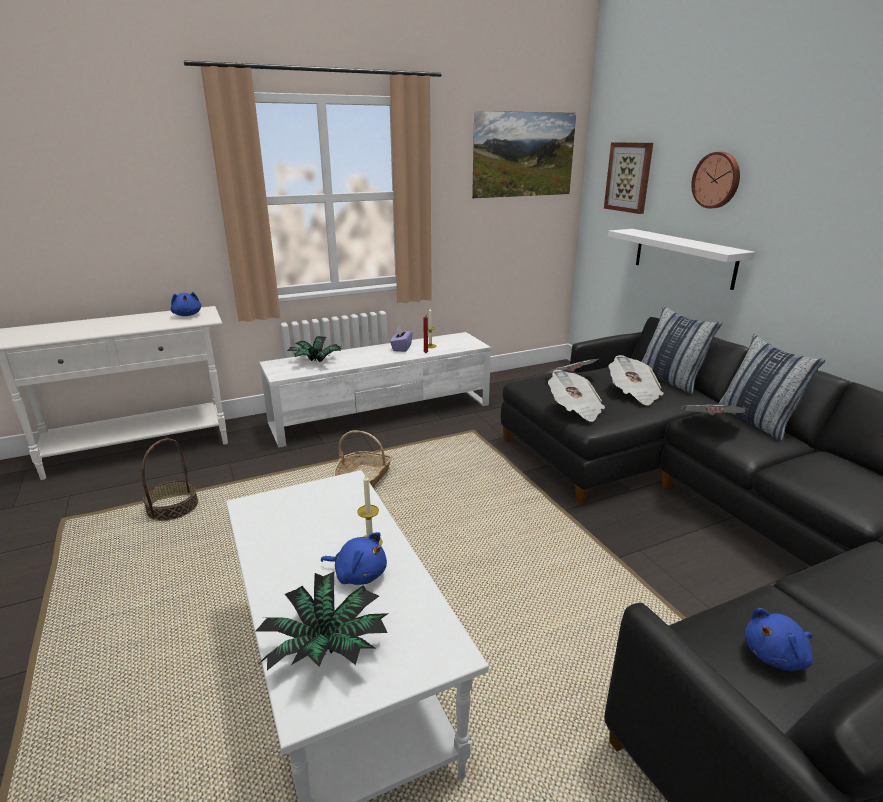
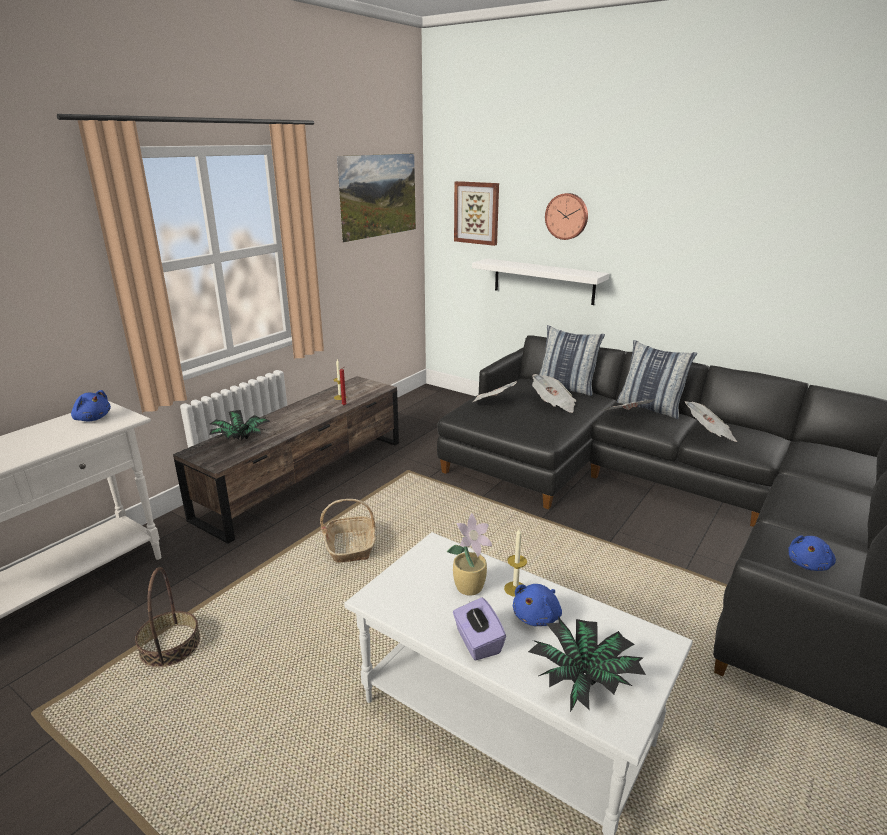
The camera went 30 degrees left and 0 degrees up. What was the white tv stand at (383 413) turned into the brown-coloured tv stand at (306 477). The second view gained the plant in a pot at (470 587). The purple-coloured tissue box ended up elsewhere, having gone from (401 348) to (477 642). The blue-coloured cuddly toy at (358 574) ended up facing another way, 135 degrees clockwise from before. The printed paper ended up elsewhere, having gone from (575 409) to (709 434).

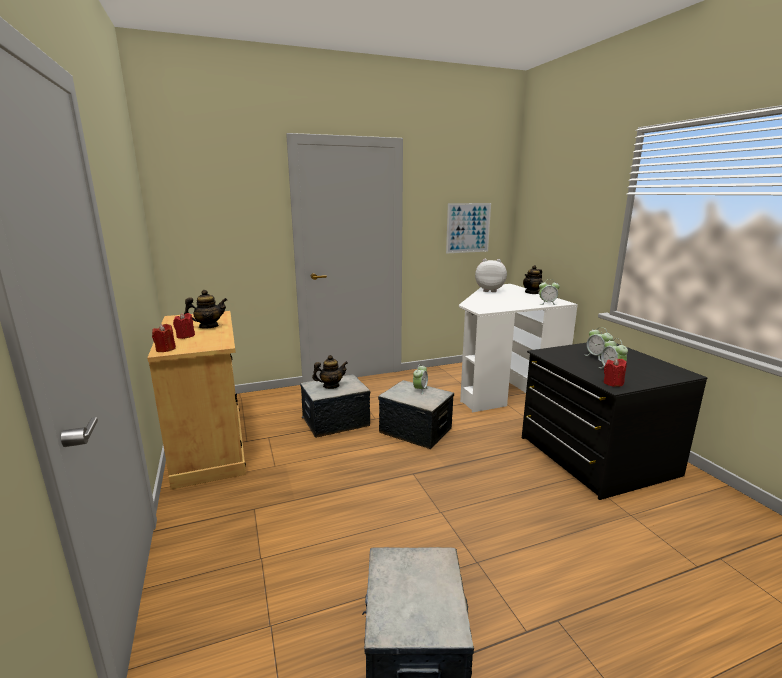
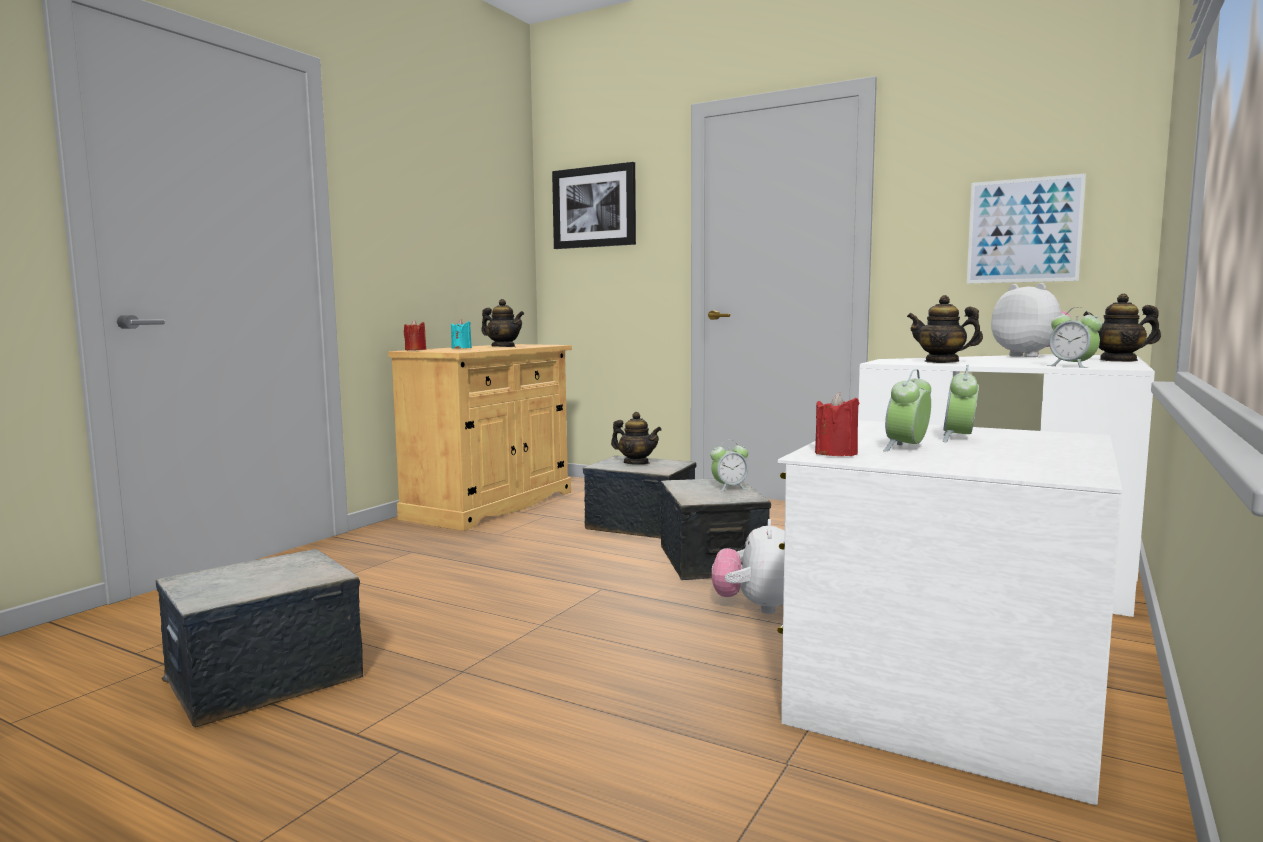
The camera went 50 degrees right and 10 degrees down. What was the red-coloured wax candle at (185 336) turned into the turquoise-coloured wax candle at (461 348). The second view gained the picture at (594 207). The second view gained the cuddly toy at (755 607). What was the blackish drawer chest at (595 456) turned into the white drawer chest at (942 691). The second view gained the teapot at (942 362).

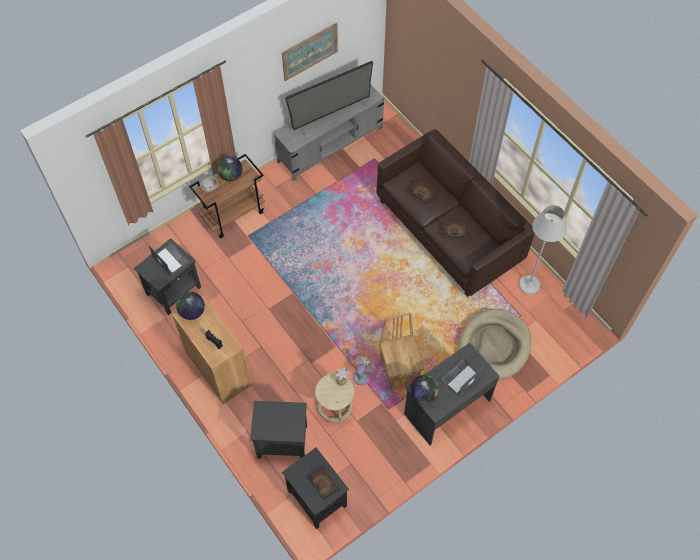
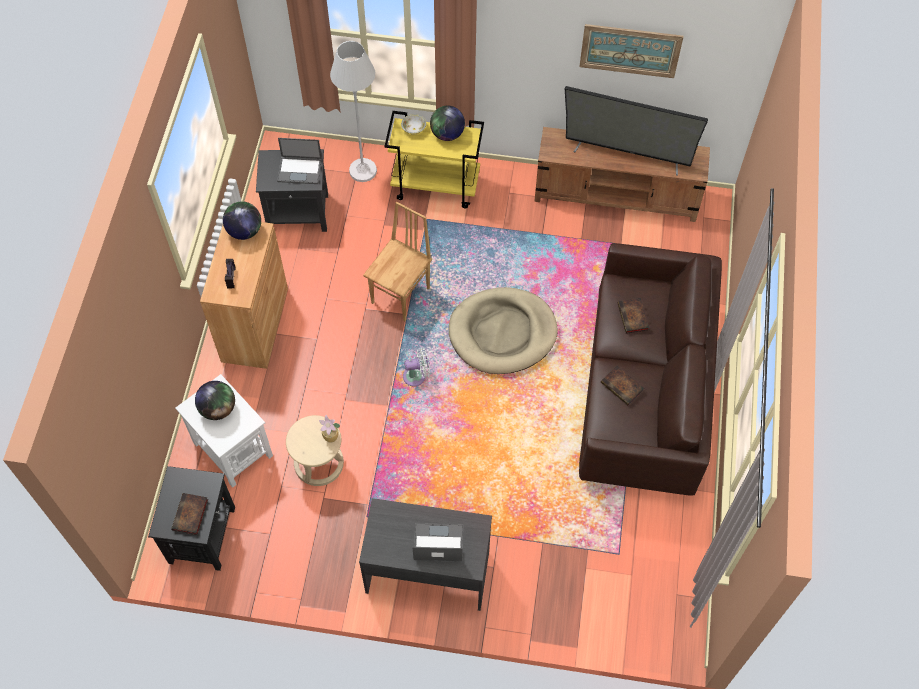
The camera went 45 degrees right and 0 degrees up. What was the blackish end table at (281 441) turned into the white end table at (232 448). The globe ended up elsewhere, having gone from (423 394) to (218 408). The laptop at (170 259) ended up facing another way, 90 degrees clockwise from before. The white floor lamp ended up elsewhere, having gone from (529 285) to (363 170). The brown-coloured plain chair ended up elsewhere, having gone from (399 371) to (401 295). What was the brown-coloured wheeled cart at (233 214) turned into the yellow-coloured wheeled cart at (436 186). The white cooling fan ended up elsewhere, having gone from (362 376) to (416 376). The beige-coloured pet bed ended up elsewhere, having gone from (494 345) to (502 333). What was the greyish tv stand at (330 144) turned into the brown-coloured tv stand at (617 195).

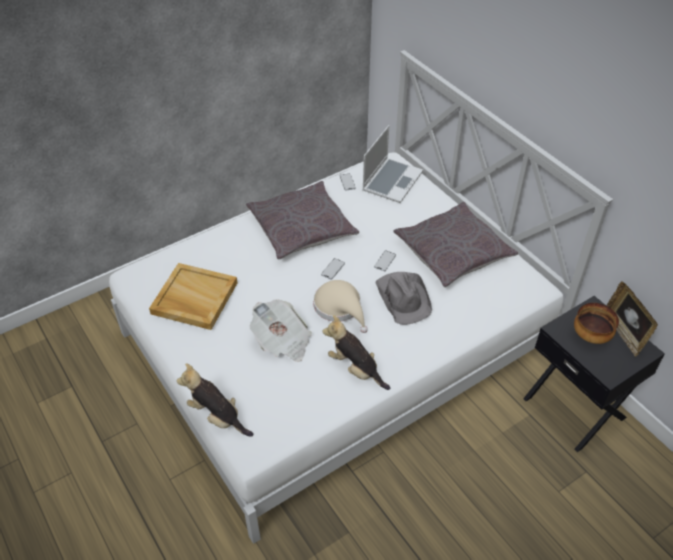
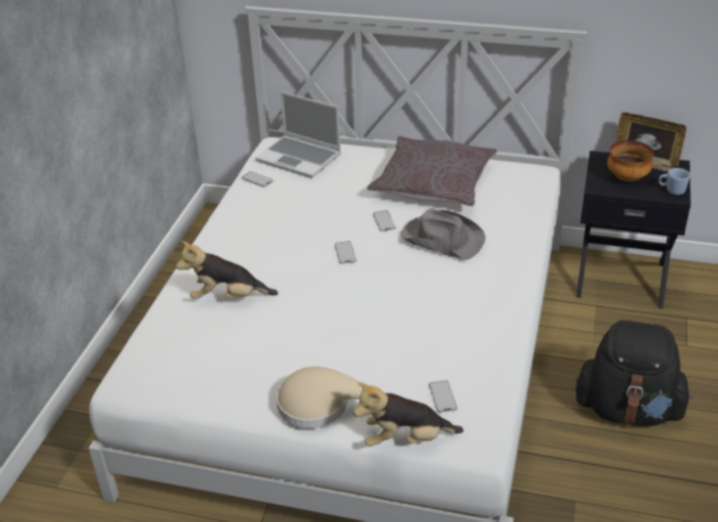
The camera went 40 degrees left and 10 degrees down. The cuddly toy ended up elsewhere, having gone from (355 369) to (228 297). The laptop at (392 181) ended up facing another way, 135 degrees clockwise from before. The beige-coloured clothing hat ended up elsewhere, having gone from (340 307) to (319 405). The second view gained the handset at (442 397). The second view gained the blackish knapsack at (628 410). The second view gained the blue-coloured coffee mug at (671 191). The second view lost the beige-coloured carrying tray at (194 298). The second view lost the greyish throw pillow at (301 228). The second view lost the printed paper at (282 341).

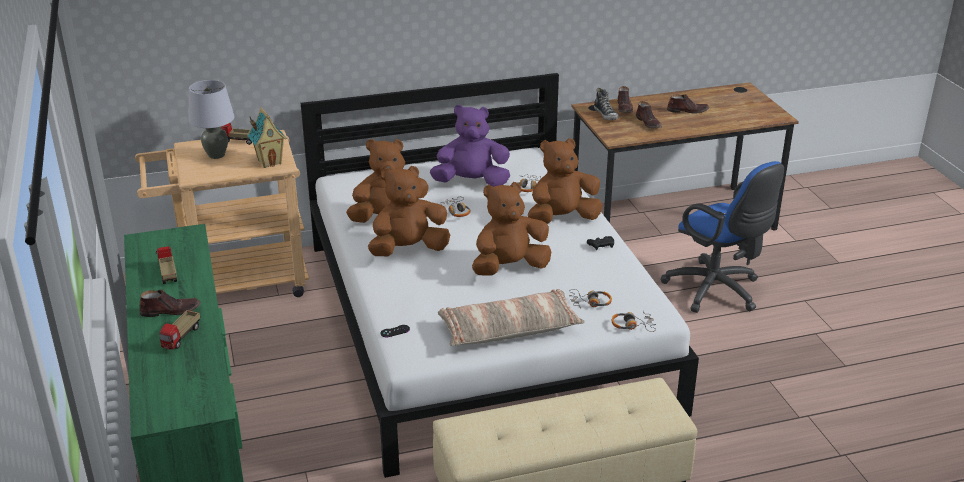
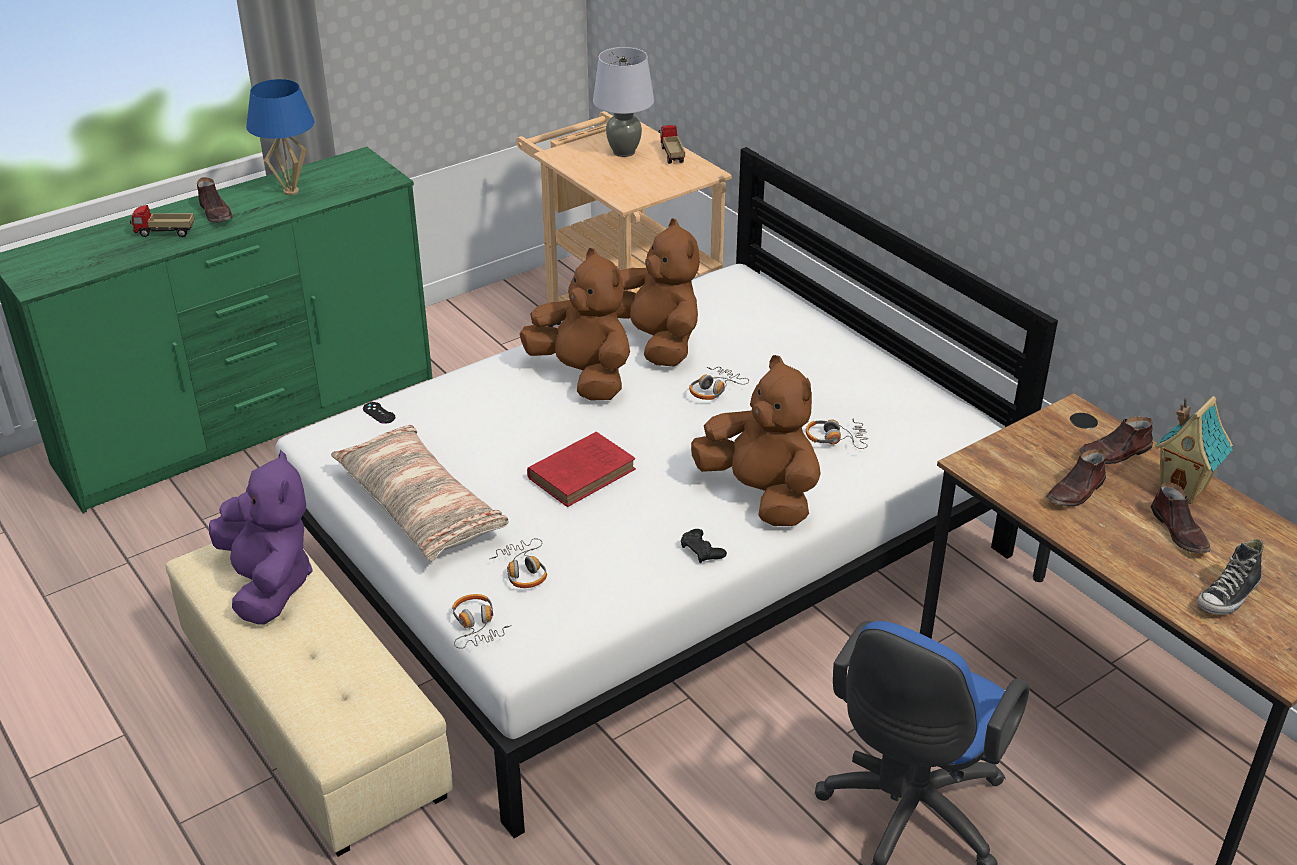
The camera went 70 degrees right and 5 degrees up. The purple-coloured cuddly toy ended up elsewhere, having gone from (471 182) to (268 585). Where the toy lorry stood at (167 274), the blue-coloured lamp for a table came to stand at (291 191). Where the brown-coloured cuddly toy stood at (509 268), the red-coloured volume came to stand at (584 473). The model house ended up elsewhere, having gone from (270 162) to (1183 489). The item of footwear ended up elsewhere, having gone from (606 115) to (1228 596).

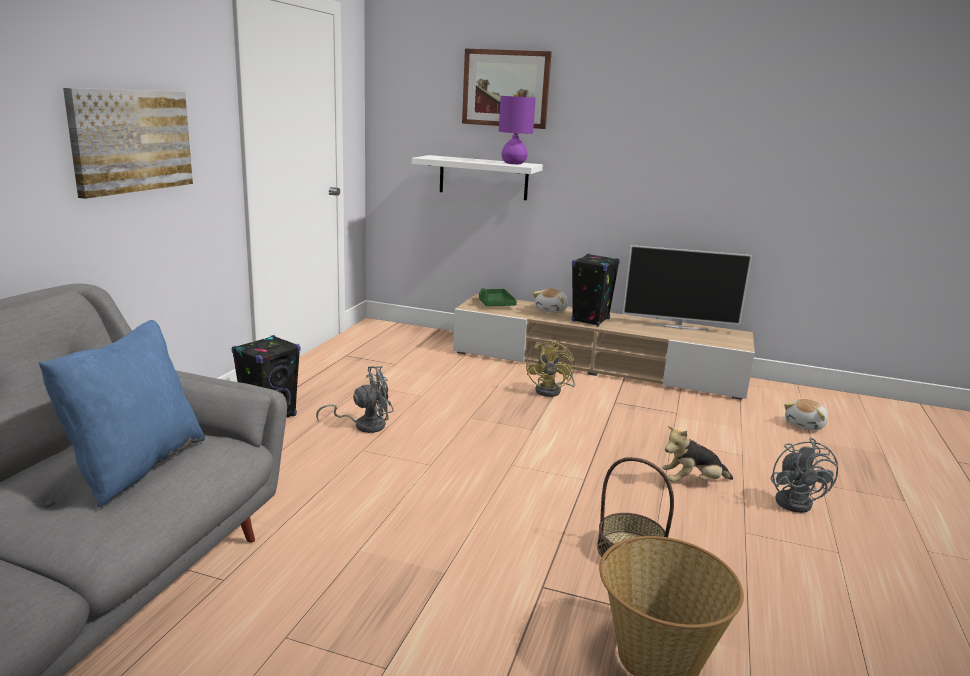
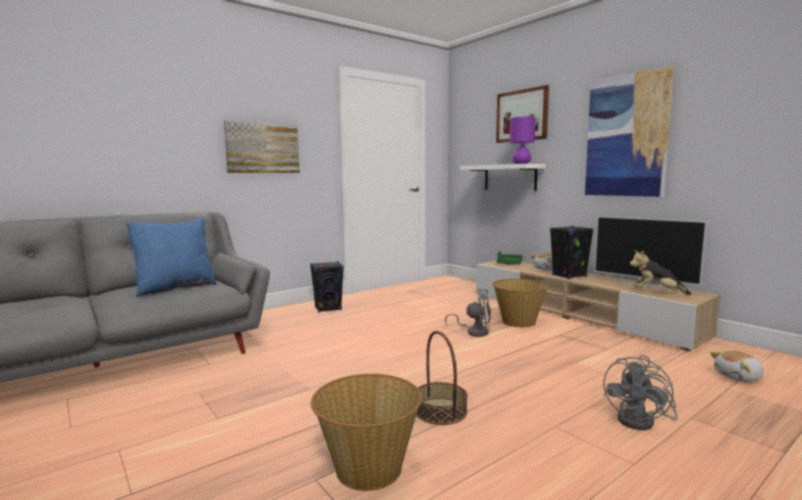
The camera went 35 degrees right and 10 degrees down. The greyish cooling fan ended up elsewhere, having gone from (364 425) to (474 332). Where the yellow-coloured cooling fan stood at (552 391), the household basket came to stand at (519 322). The second view gained the picture at (627 136). The cuddly toy ended up elsewhere, having gone from (692 482) to (656 292).

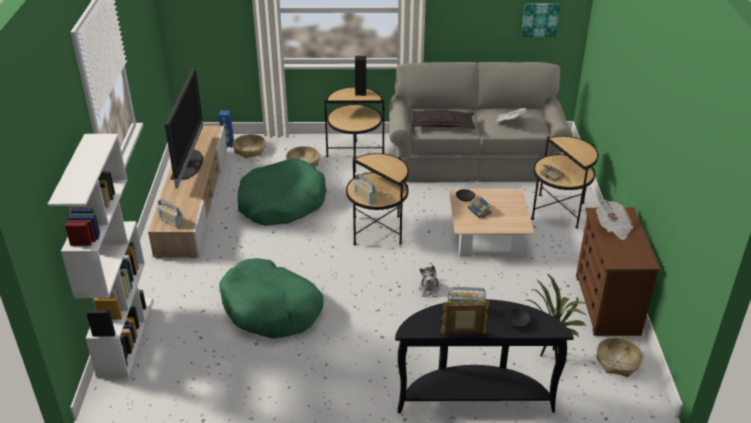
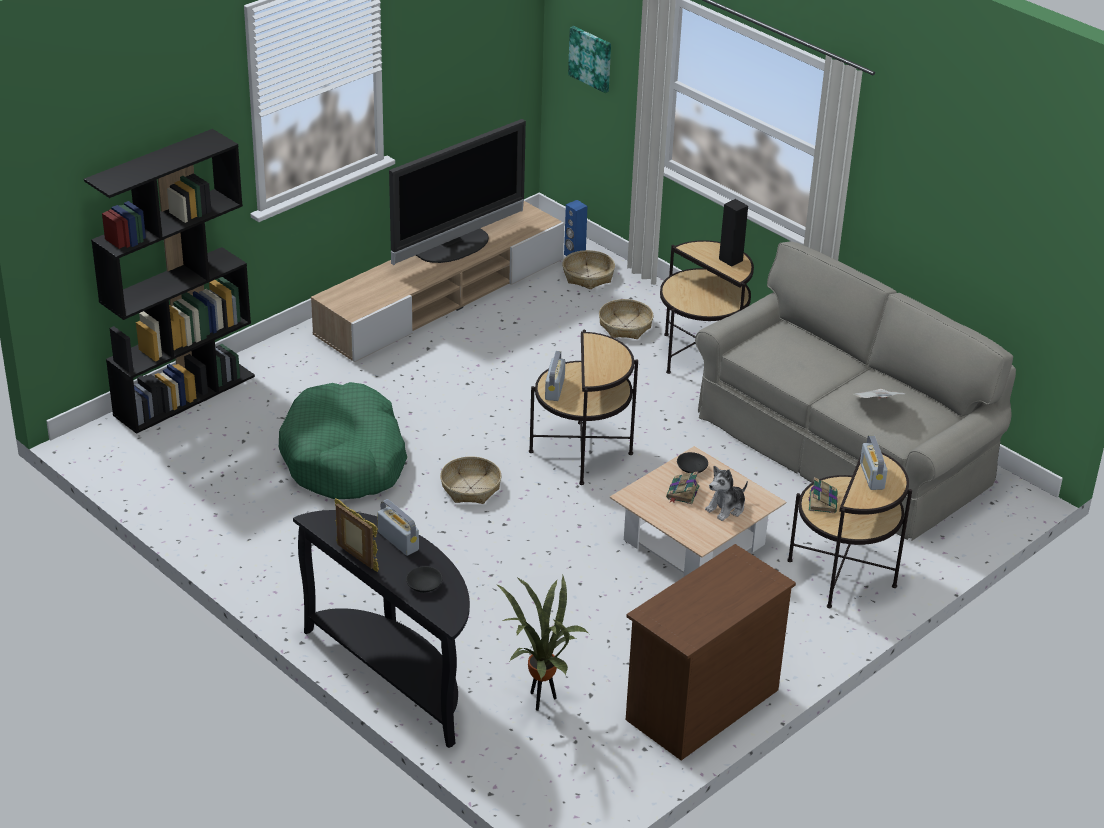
The camera went 45 degrees right and 0 degrees up. What was the white bookcase at (125 336) turned into the blackish bookcase at (185 395). The household basket ended up elsewhere, having gone from (617 362) to (470 488). The picture ended up elsewhere, having gone from (540 19) to (591 58). The cuddly toy ended up elsewhere, having gone from (429 289) to (726 508). The radio ended up elsewhere, having gone from (171 221) to (872 476). The second view lost the green-coloured pet bed at (281 203). The second view lost the throw pillow at (442 124). The second view lost the printed paper at (613 228).

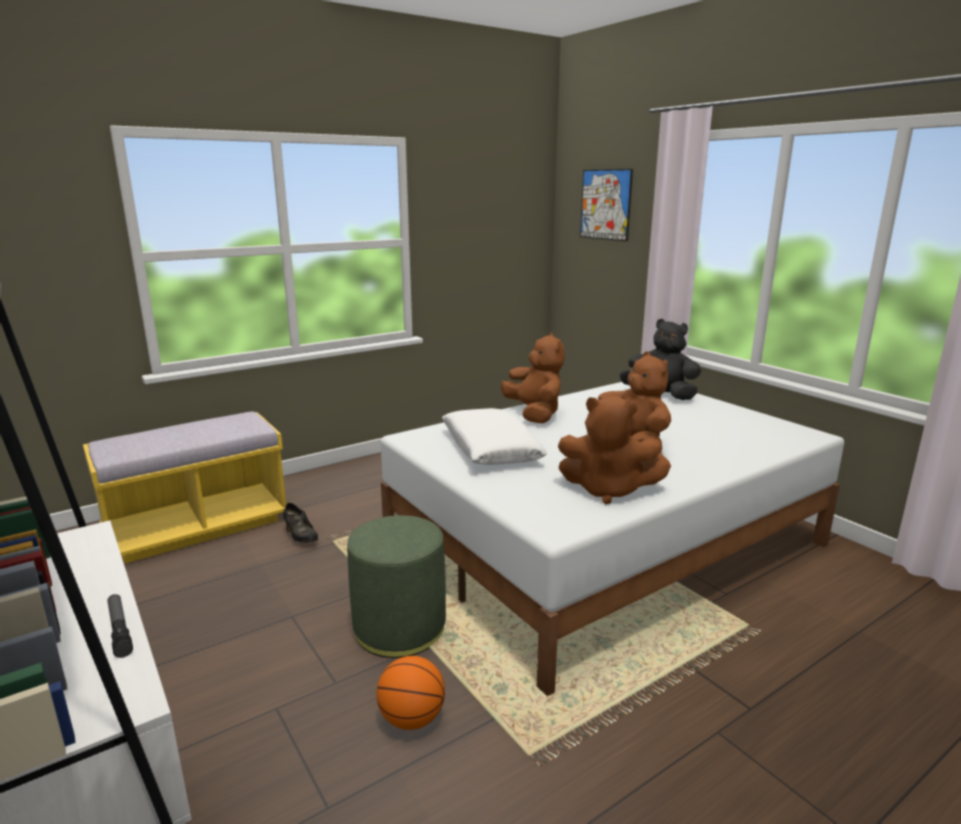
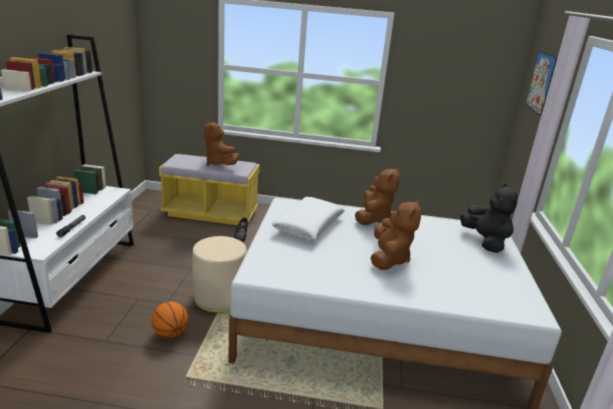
The camera went 40 degrees right and 5 degrees up. What was the green-coloured ottoman at (400 627) turned into the beige-coloured ottoman at (219 298). The brown-coloured cuddly toy ended up elsewhere, having gone from (608 490) to (219 164).

